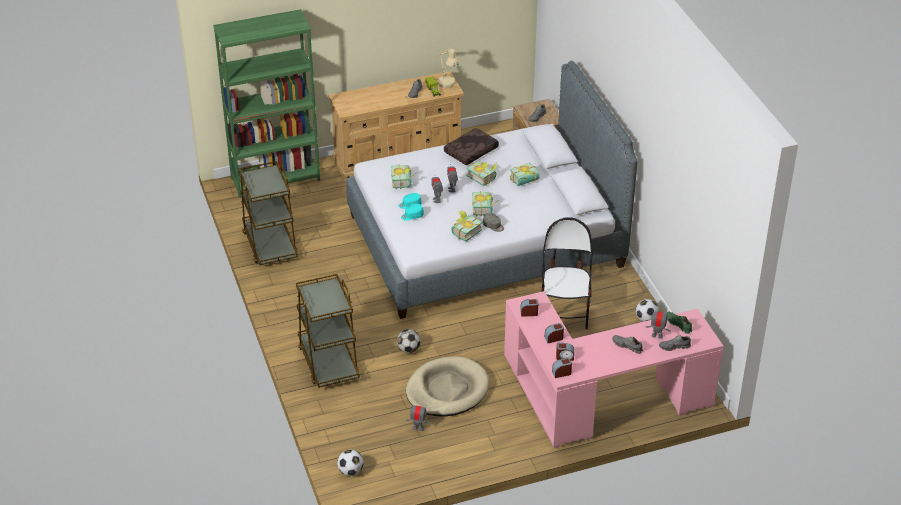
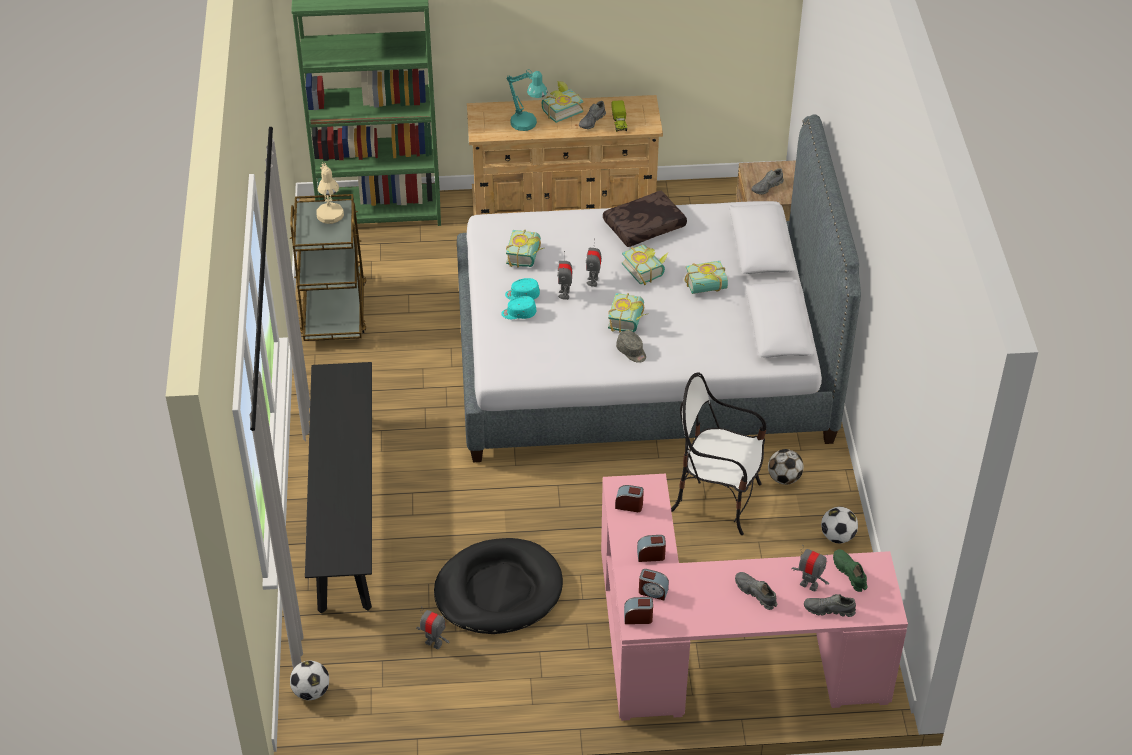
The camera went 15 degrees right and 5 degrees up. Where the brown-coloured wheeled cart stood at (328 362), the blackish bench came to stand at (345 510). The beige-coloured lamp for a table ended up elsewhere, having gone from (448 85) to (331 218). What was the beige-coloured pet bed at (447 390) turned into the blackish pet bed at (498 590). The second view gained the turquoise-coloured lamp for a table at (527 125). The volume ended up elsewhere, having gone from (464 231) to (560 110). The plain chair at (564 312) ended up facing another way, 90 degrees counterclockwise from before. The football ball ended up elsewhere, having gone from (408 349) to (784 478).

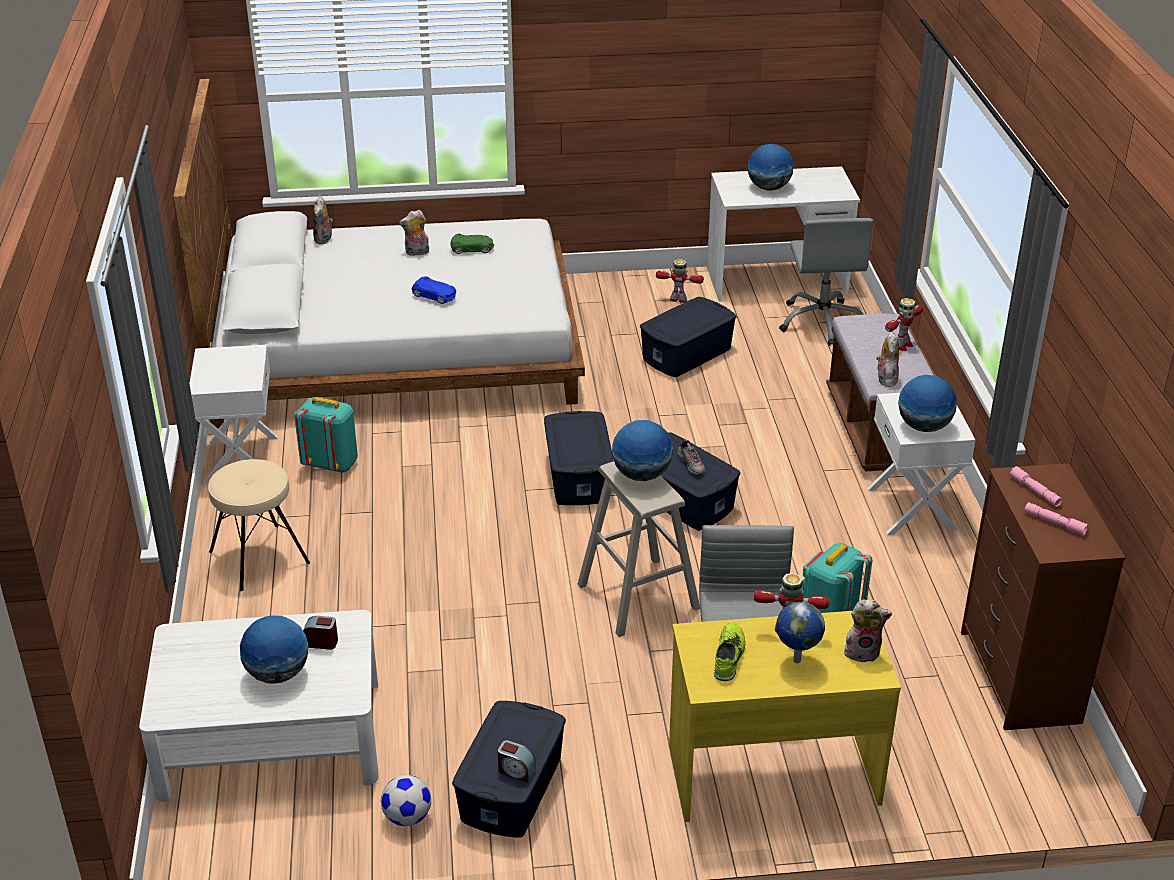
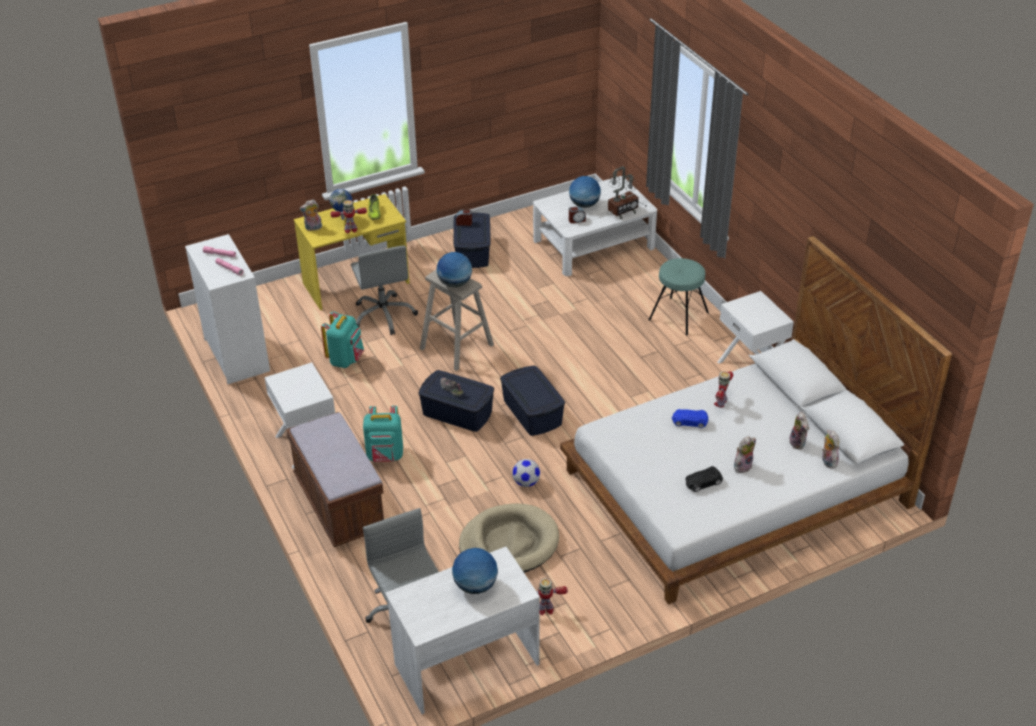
The camera went 160 degrees right and 5 degrees up. What was the brown-coloured drawer chest at (1018 677) turned into the white drawer chest at (237 355). The turquoise-coloured knapsack ended up elsewhere, having gone from (331 464) to (385 456). Where the blue-coloured storage box stood at (687 354), the beige-coloured pet bed came to stand at (509 543). The football ball ended up elsewhere, having gone from (407 817) to (526 482). The second view gained the lamp for a table at (624 209). What was the beige-coloured sitting stool at (259 557) turned into the turquoise-coloured sitting stool at (678 316). What was the green-coloured miniature car at (472 249) turned into the blackish miniature car at (703 482). The toy robot ended up elsewhere, having gone from (902 345) to (721 402). The cuddly toy ended up elsewhere, having gone from (885 379) to (798 443). The second view lost the globe at (924 426).

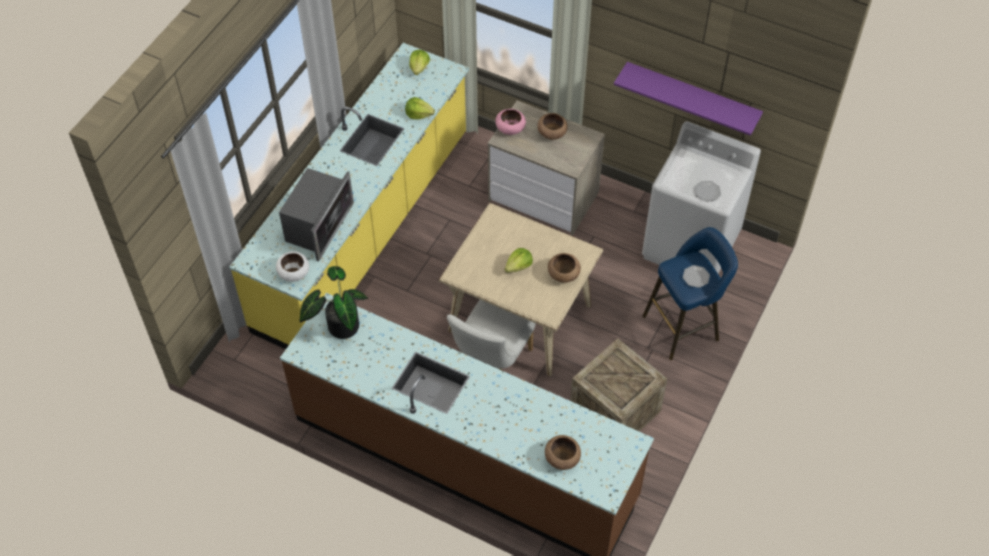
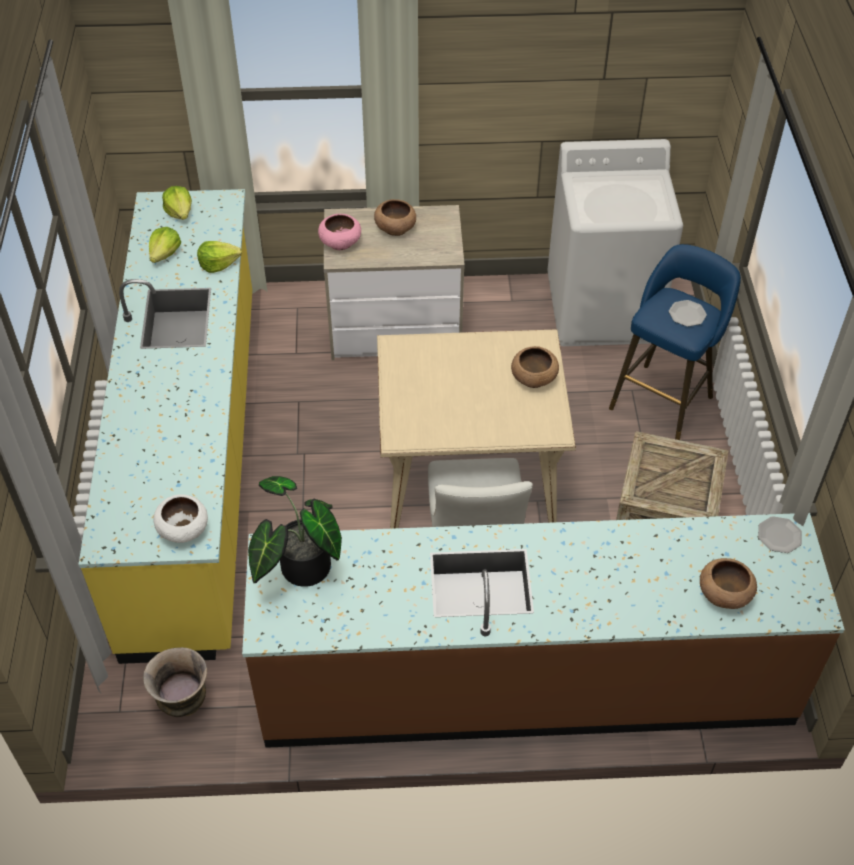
The camera went 30 degrees left and 5 degrees down. The second view gained the vase at (183 703). The head of lettuce ended up elsewhere, having gone from (519 266) to (165 254). The flat dish ended up elsewhere, having gone from (707 192) to (779 536). The second view lost the microwave oven at (318 225). The second view lost the purple-coloured wall shelf at (692 96).

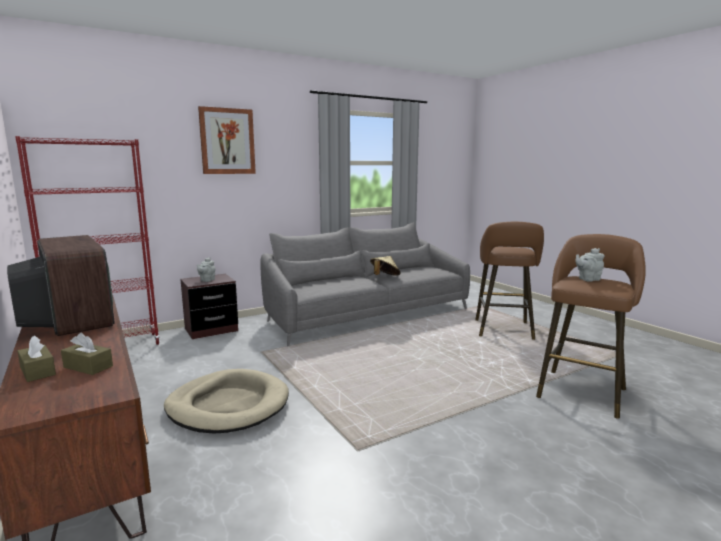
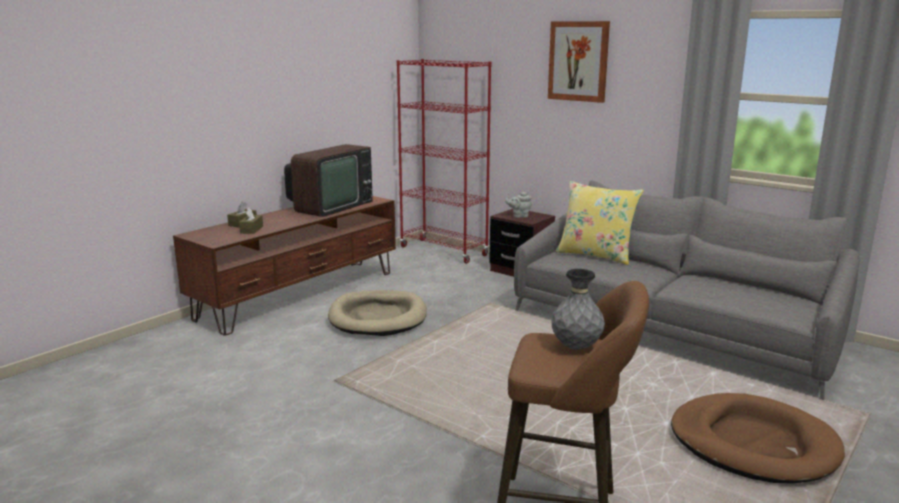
The camera went 70 degrees right and 5 degrees up. Where the greyish teapot stood at (587 279), the greyish vase came to stand at (576 347). The second view gained the yellow-coloured throw pillow at (596 255). Where the brown-coloured sitting stool stood at (504 331), the brown-coloured pet bed came to stand at (752 443). The second view lost the beige-coloured clothing hat at (384 277).

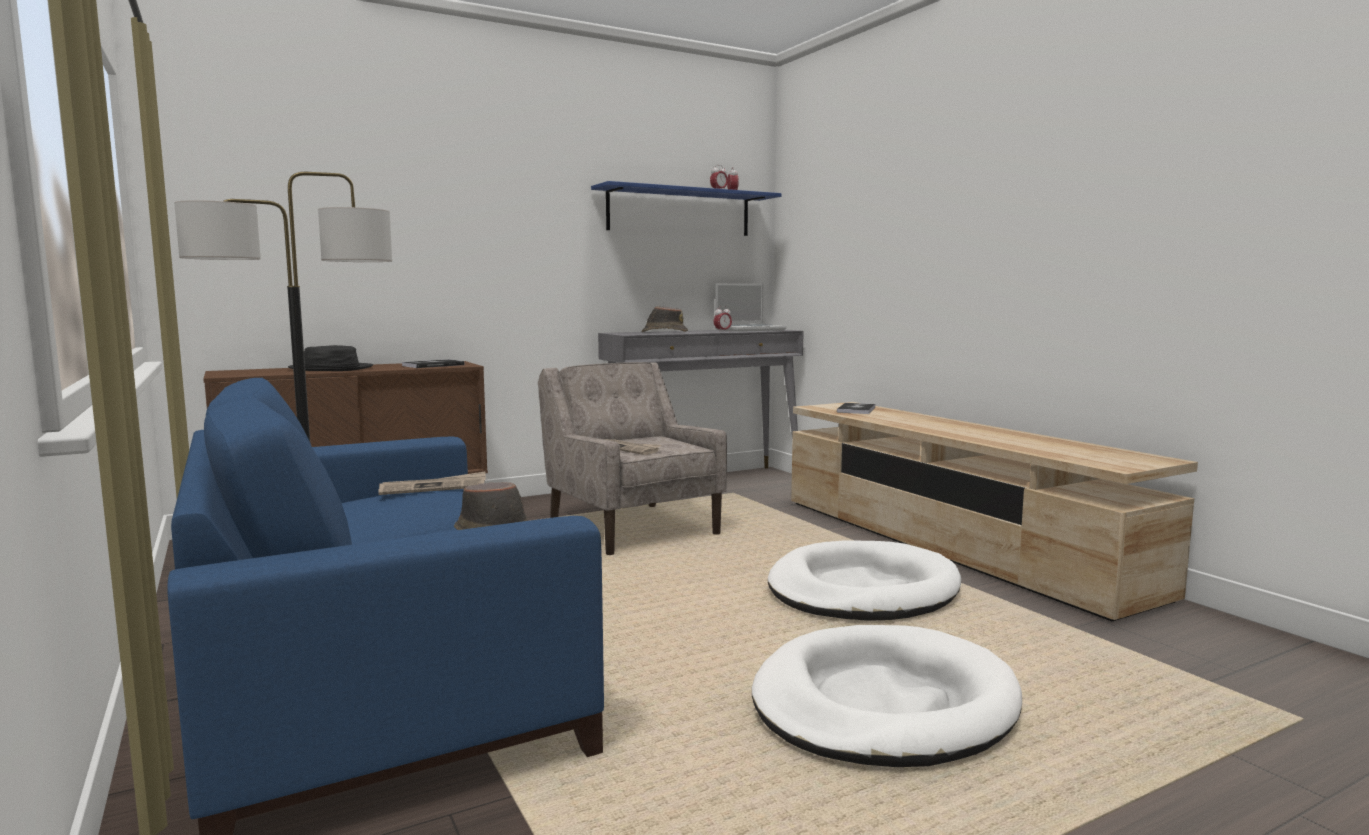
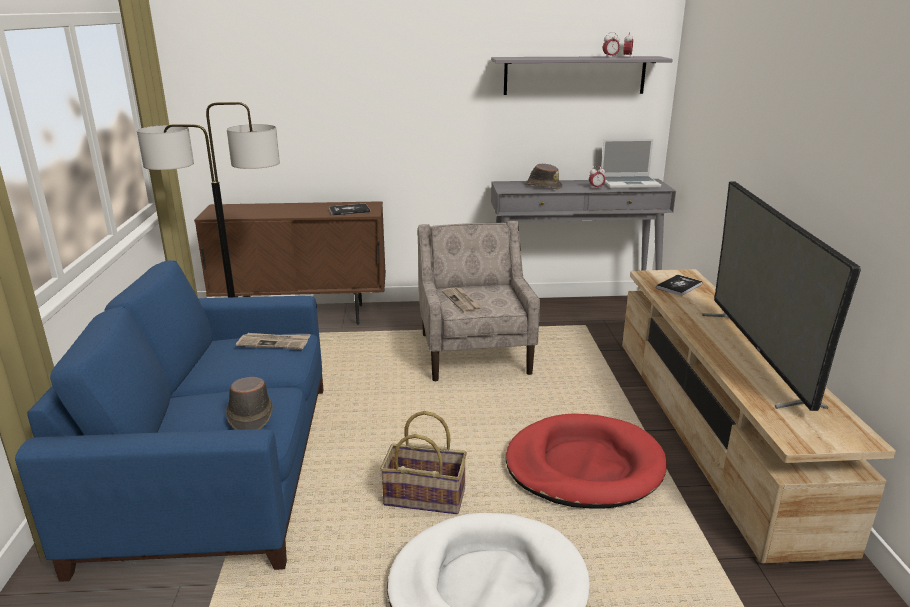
The camera went 25 degrees right and 15 degrees up. The second view gained the household basket at (425 496). What was the blue-coloured wall shelf at (679 212) turned into the greyish wall shelf at (574 75). What was the white pet bed at (862 590) turned into the red-coloured pet bed at (584 466). The second view gained the TV set at (757 355). The second view lost the blackish clothing hat at (331 369).

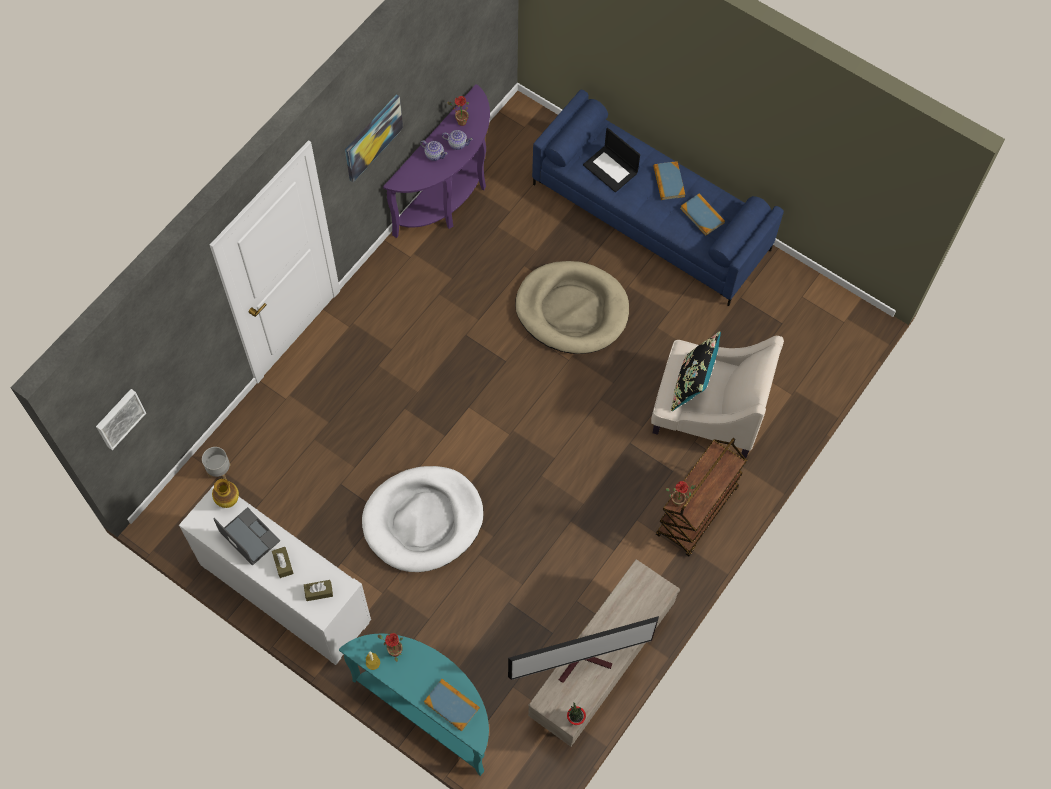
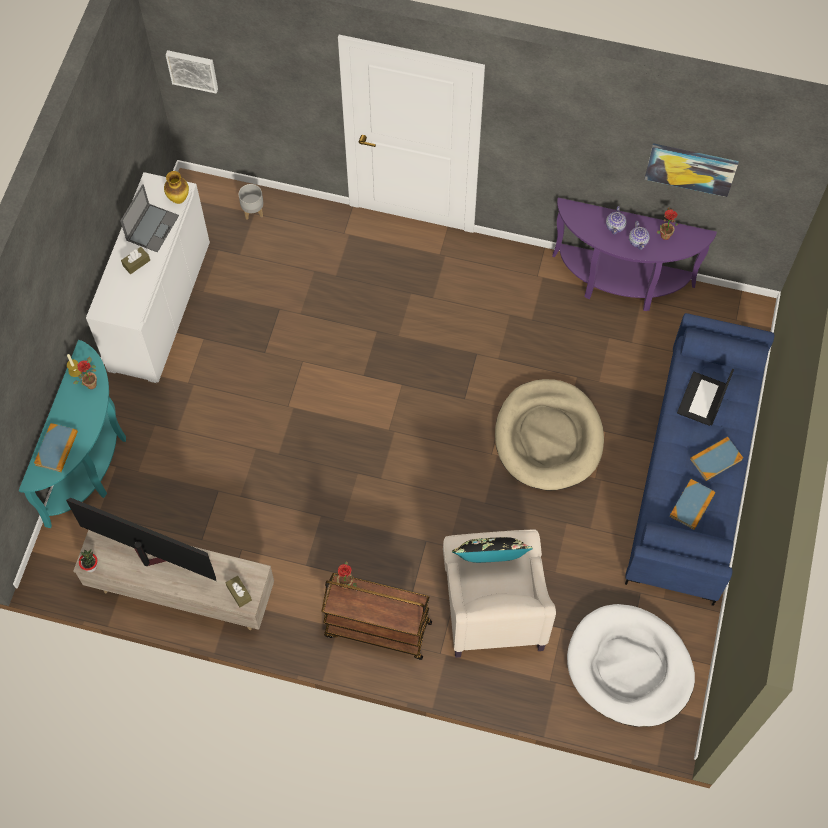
The camera went 70 degrees right and 0 degrees up. The TV set at (584 663) ended up facing another way, 150 degrees clockwise from before. The brown-coloured tissue box ended up elsewhere, having gone from (319 592) to (239 593). The white pet bed ended up elsewhere, having gone from (423 520) to (629 667). The picture ended up elsewhere, having gone from (372 137) to (691 168).

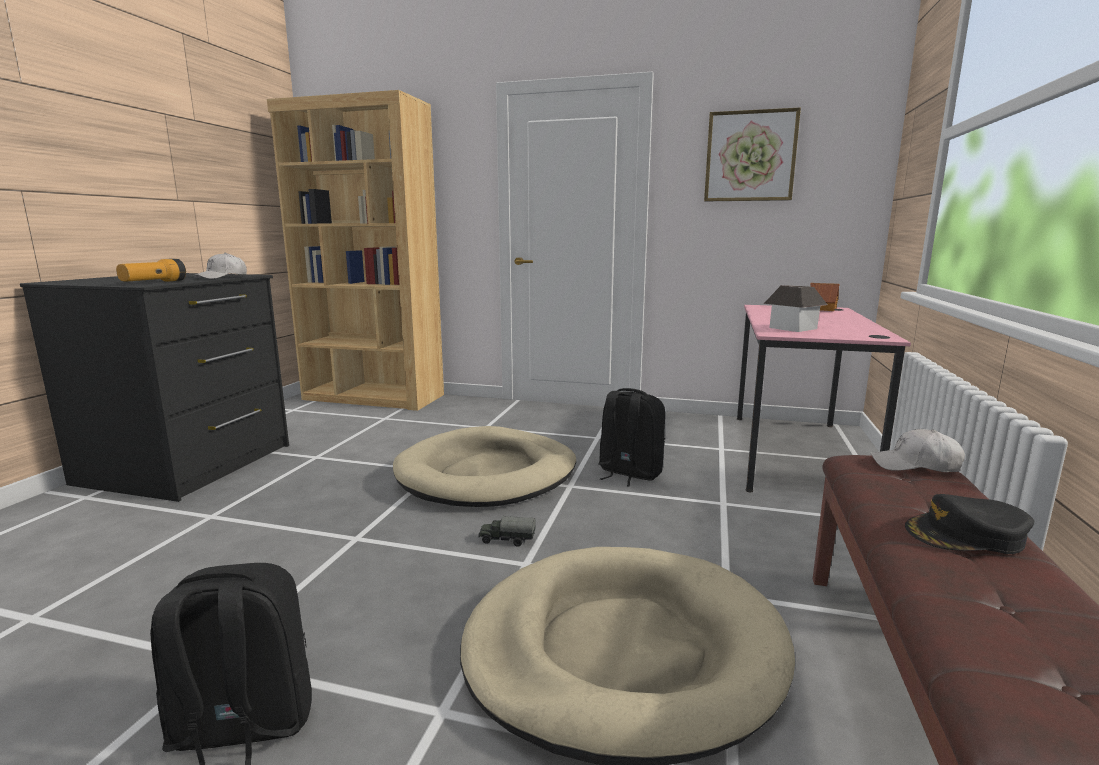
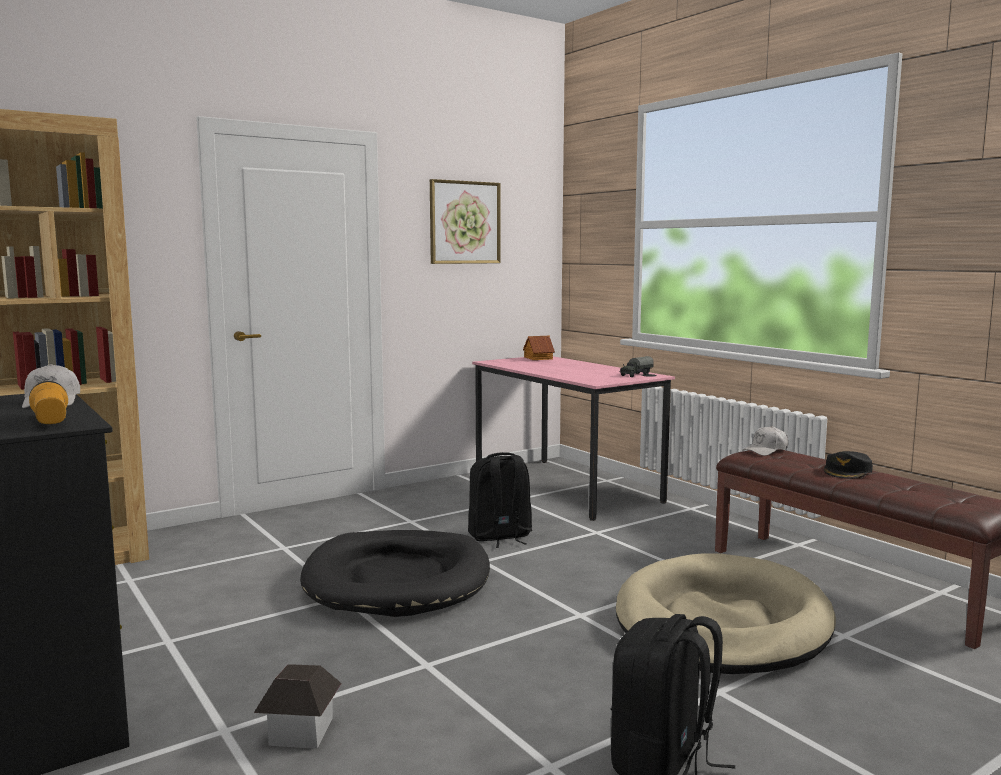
The camera went 50 degrees left and 5 degrees down. The model house ended up elsewhere, having gone from (792 328) to (300 731). What was the beige-coloured pet bed at (487 474) turned into the blackish pet bed at (397 579). The toy lorry ended up elsewhere, having gone from (506 540) to (635 375).

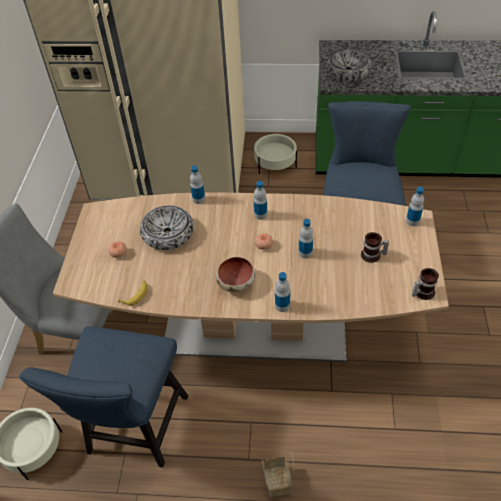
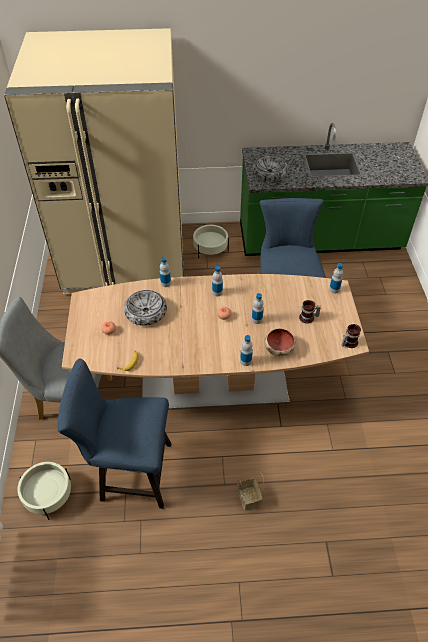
The camera went 10 degrees left and 0 degrees up. The blue-coloured plain chair at (134 431) ended up facing another way, 90 degrees clockwise from before. The deep dish ended up elsewhere, having gone from (236 282) to (278 348).

